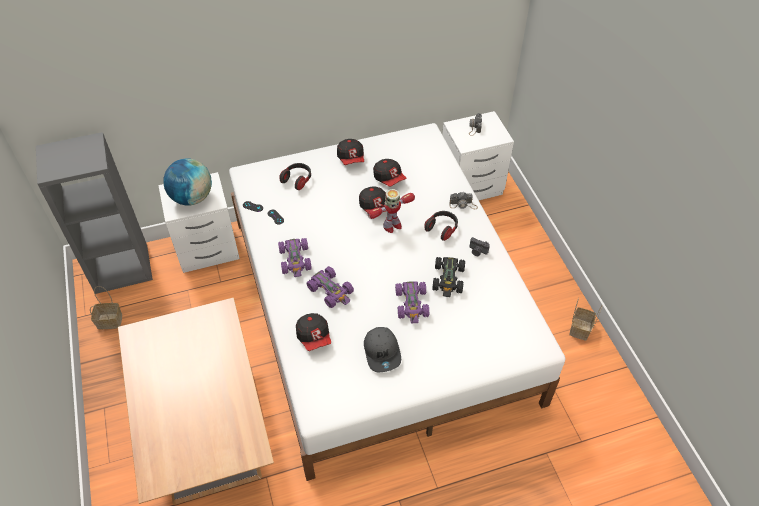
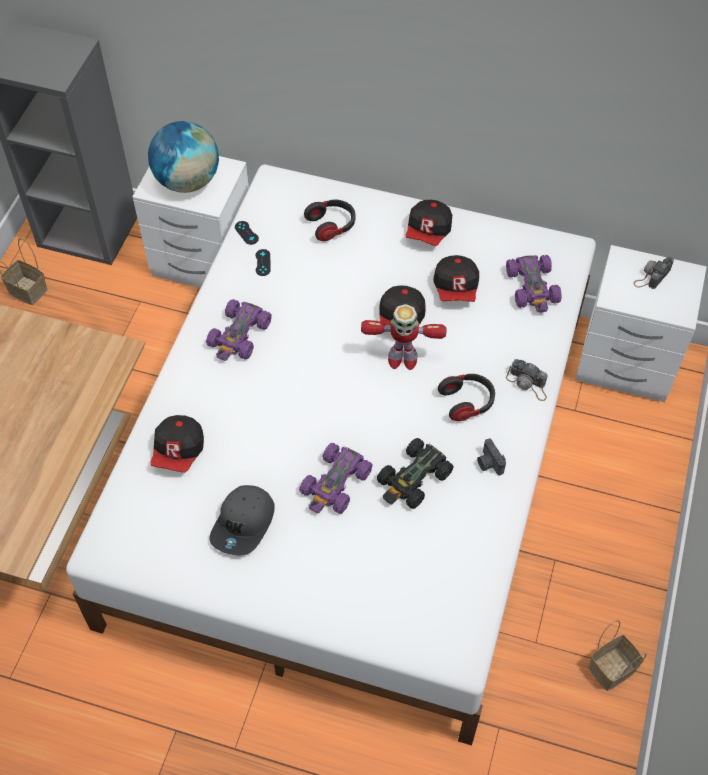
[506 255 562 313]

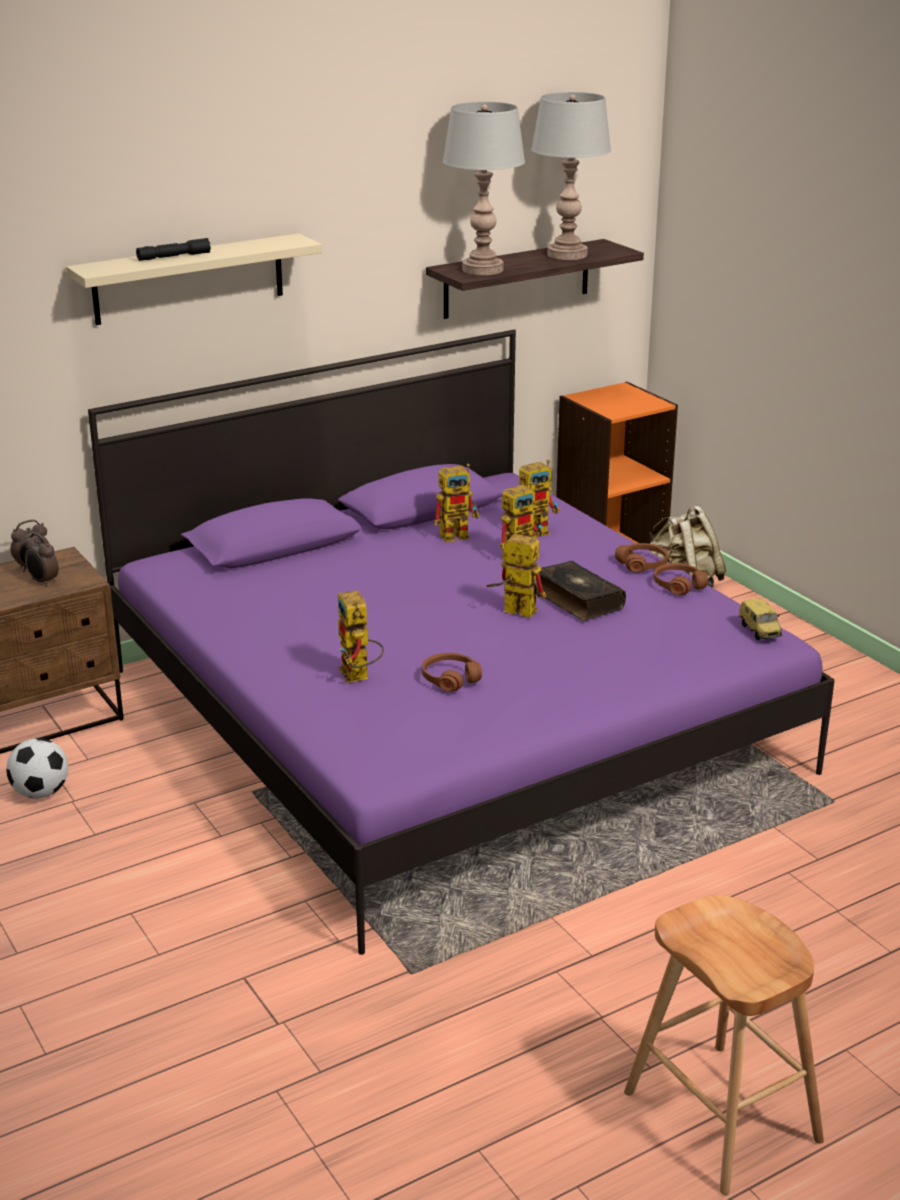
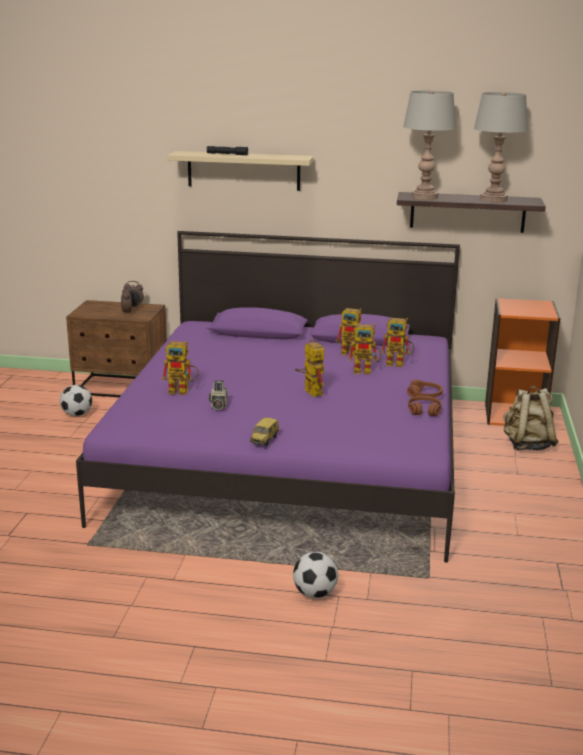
[162 341 199 395]
[209 380 227 410]
[536 561 626 621] (first image)
[624 895 824 1195] (first image)
[250 417 279 446]
[293 552 338 598]

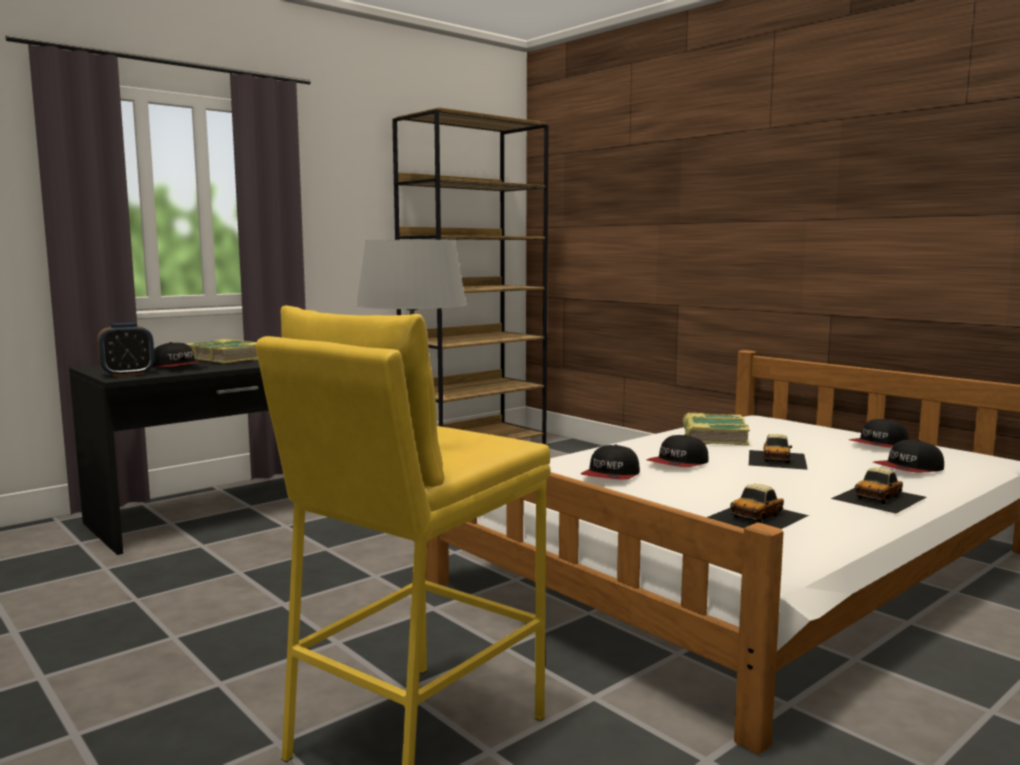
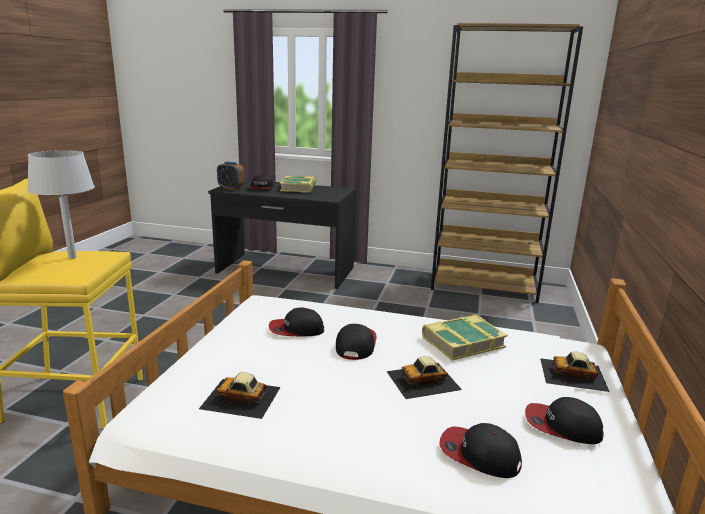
[336 324 376 360]
[540 351 609 392]

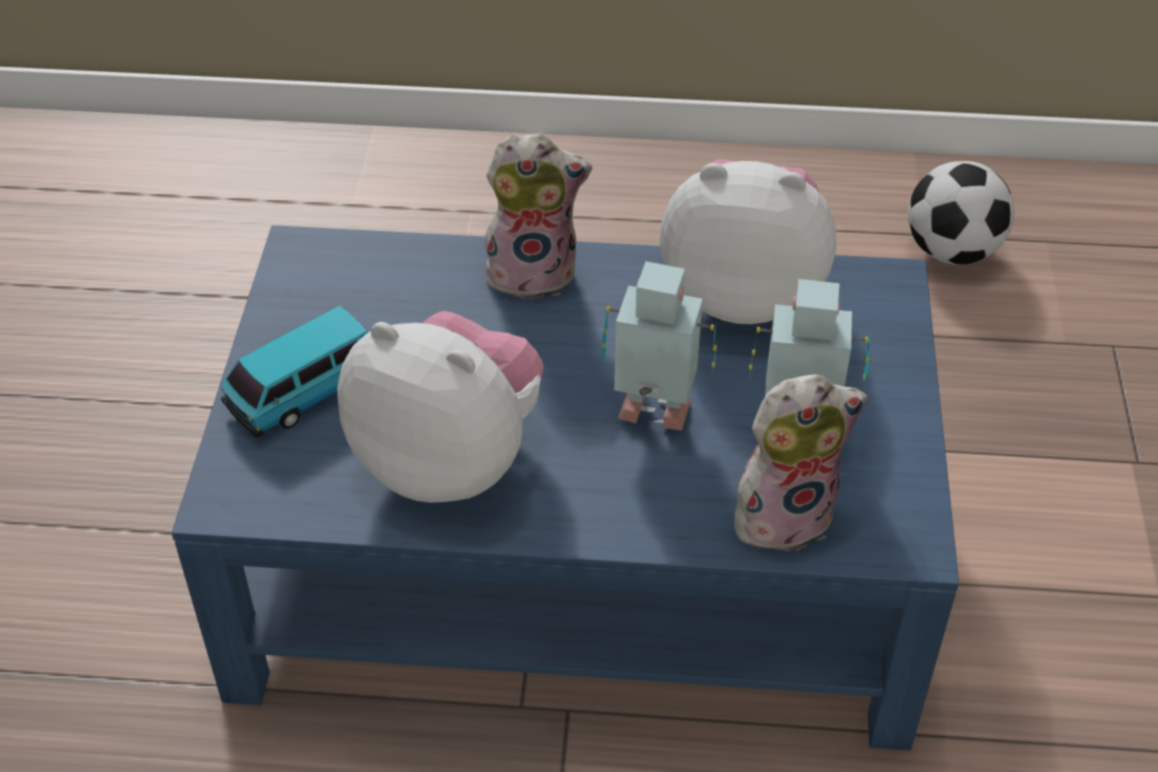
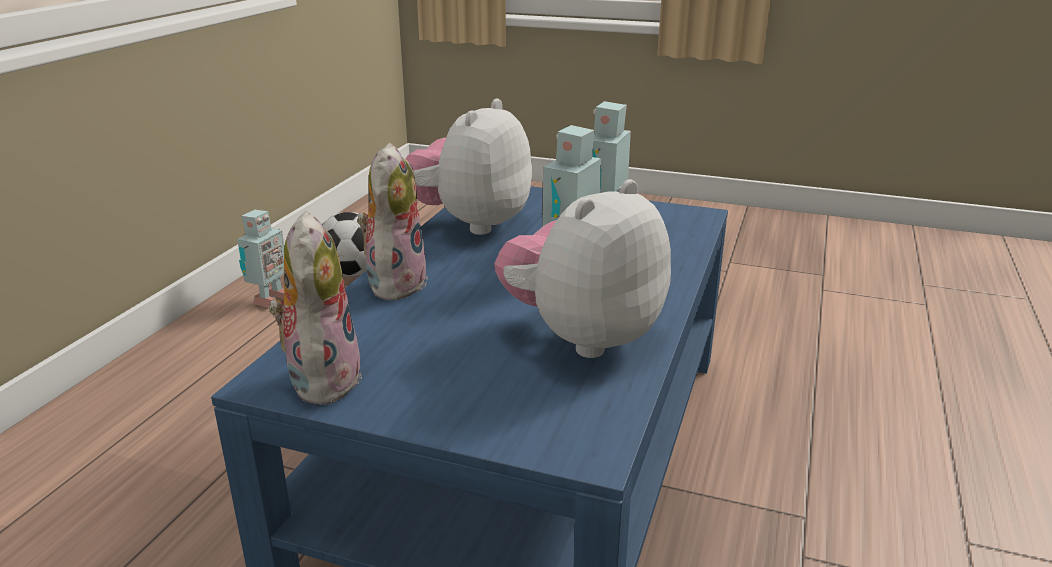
[220 306 368 438] (first image)
[269 211 362 405]
[237 210 285 308]

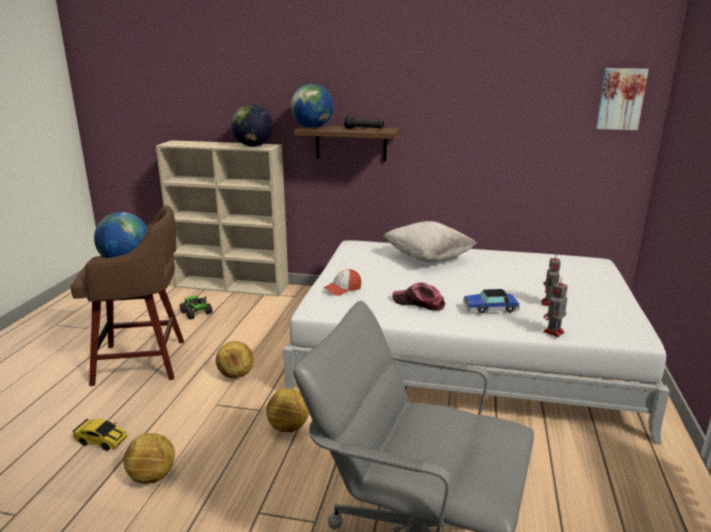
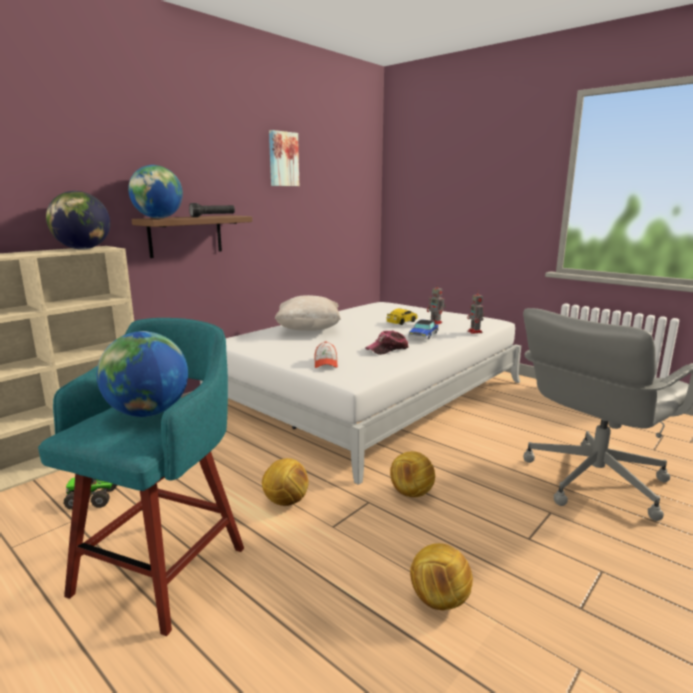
[38 318 244 636]
[386 308 418 325]
[269 130 299 186]

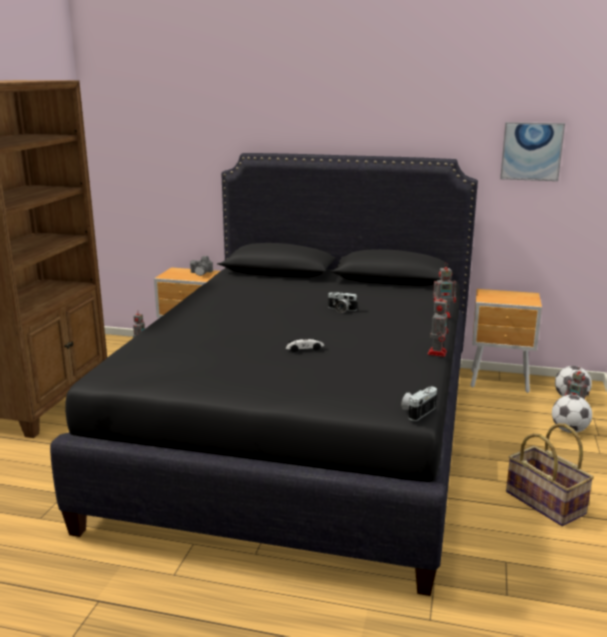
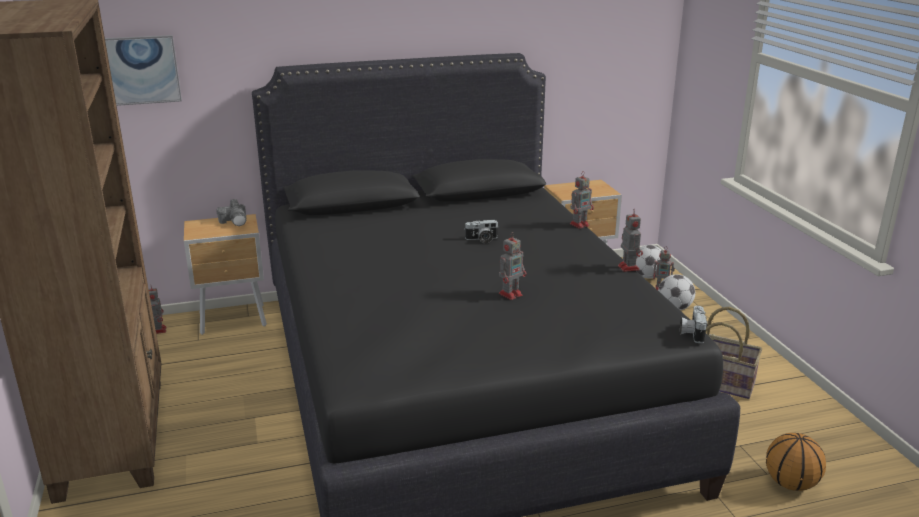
[499 233 527 300]
[105 35 182 106]
[766 433 826 491]

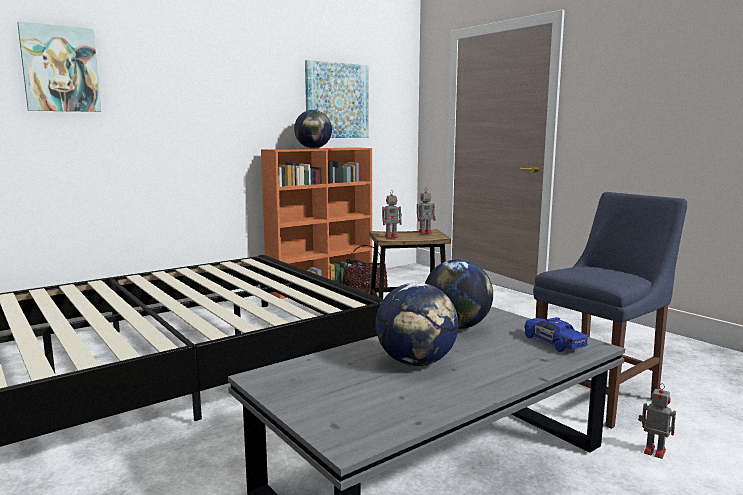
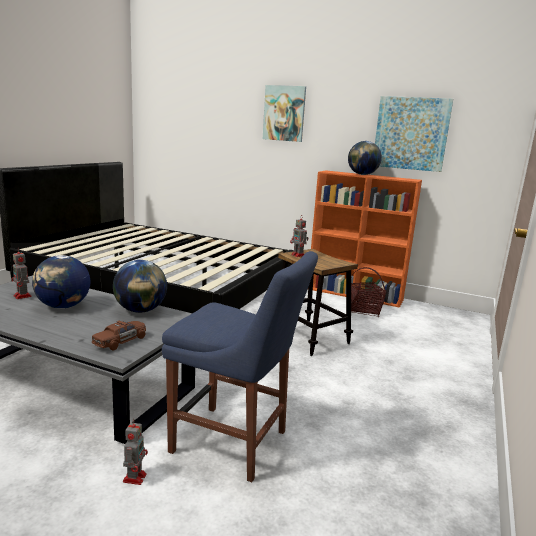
[263 85 306 142]
[11 248 32 299]
[92 321 146 350]

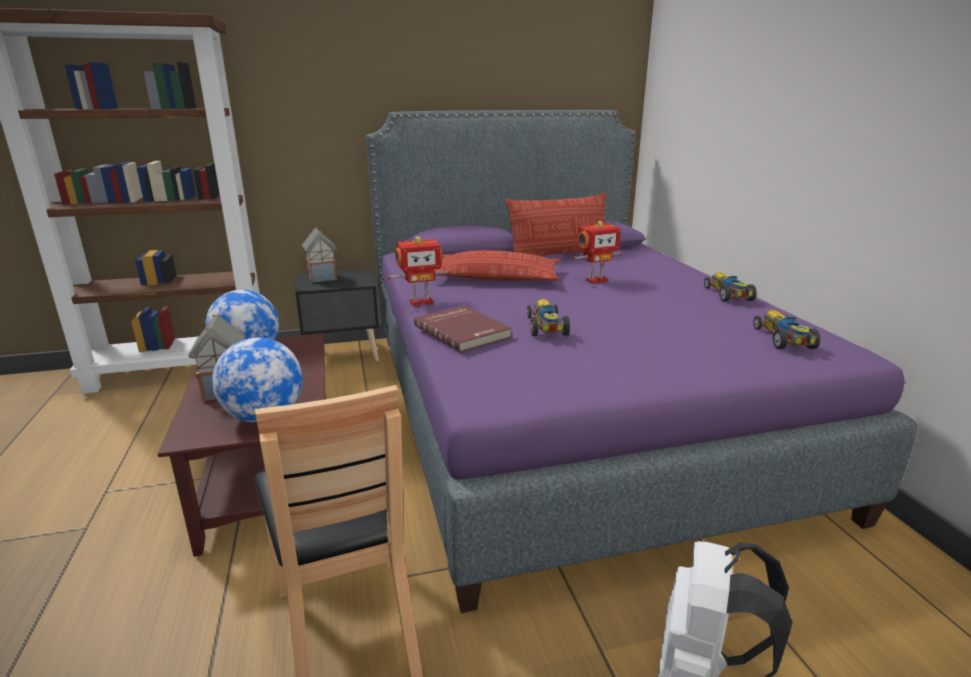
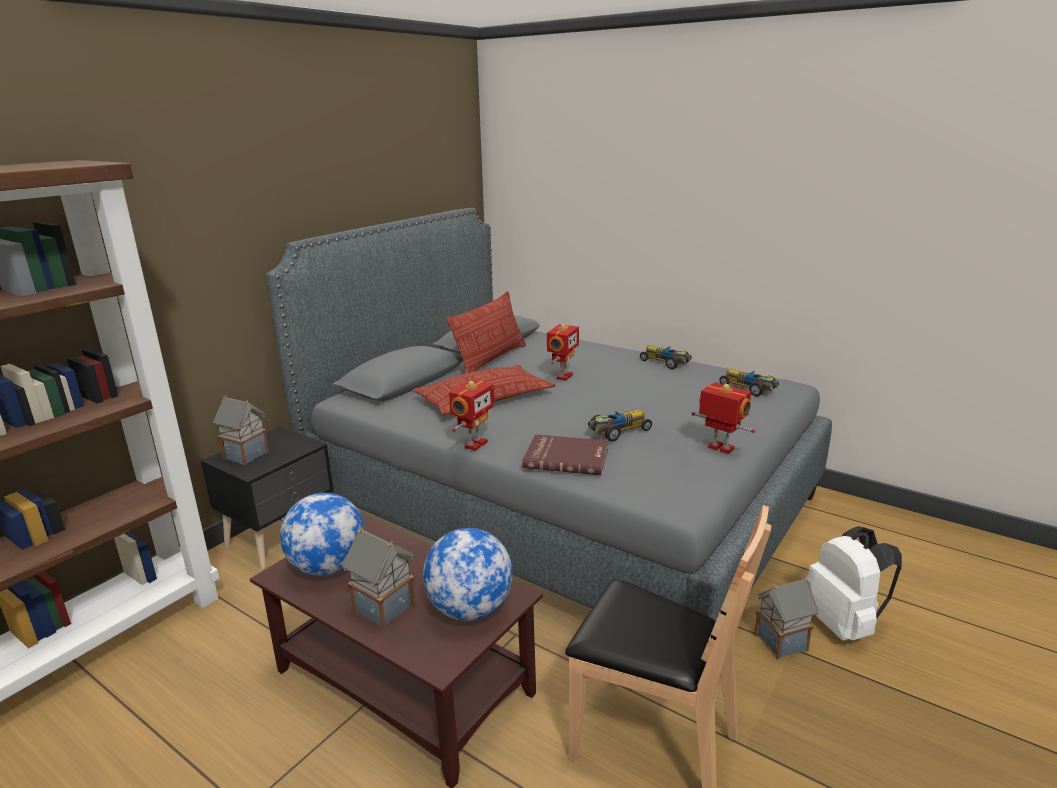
[266 208 832 621]
[588 410 652 442]
[692 382 755 454]
[754 577 819 659]

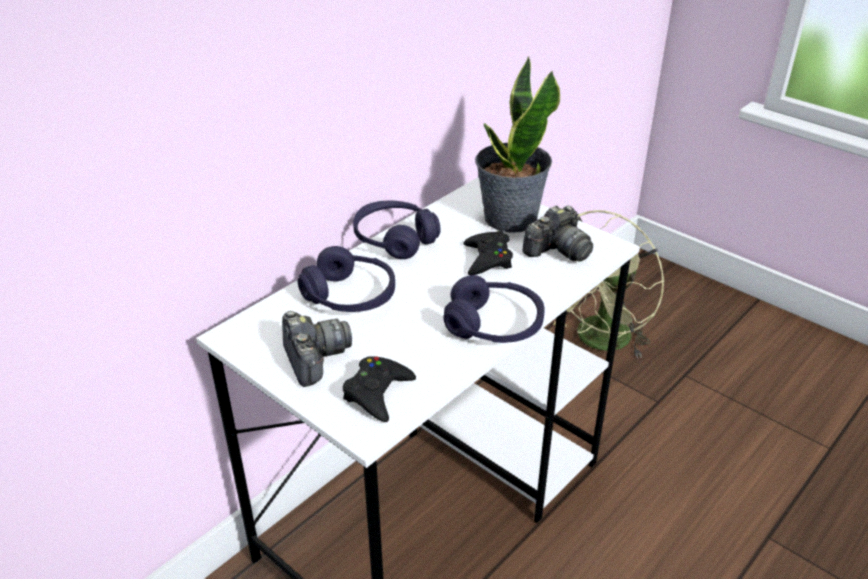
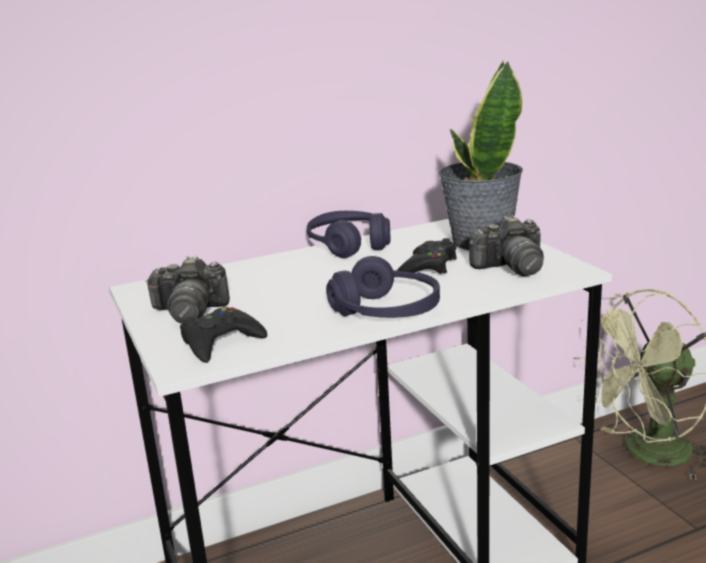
[145 256 230 323]
[298 246 395 312] (first image)

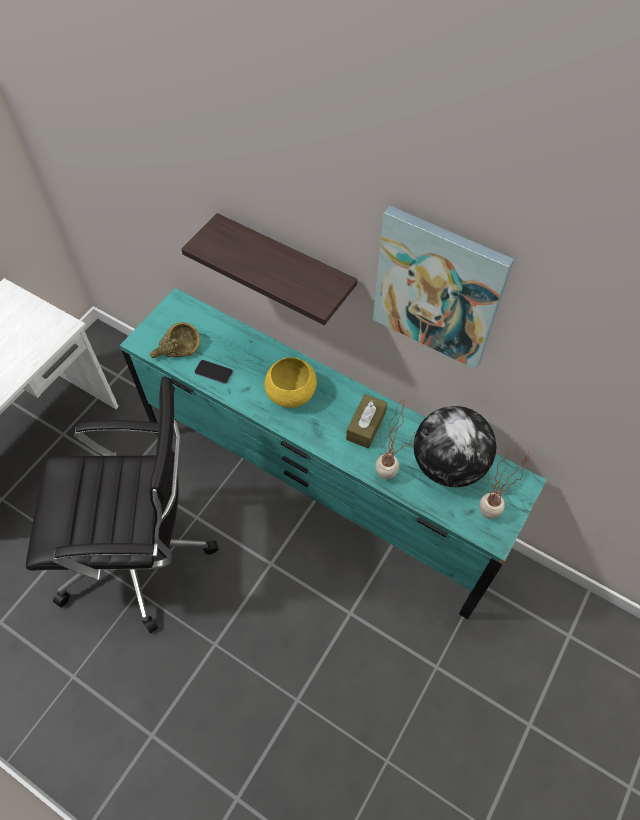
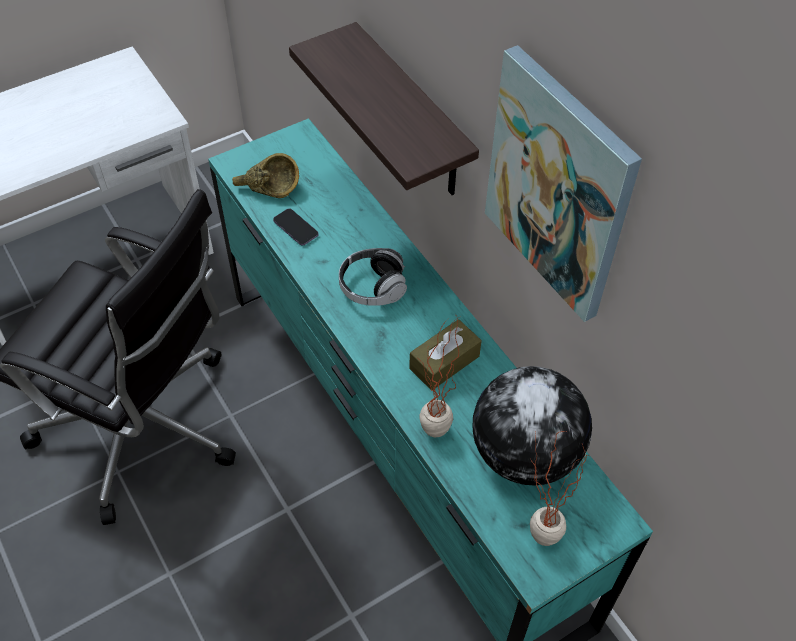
[339 248 407 306]

